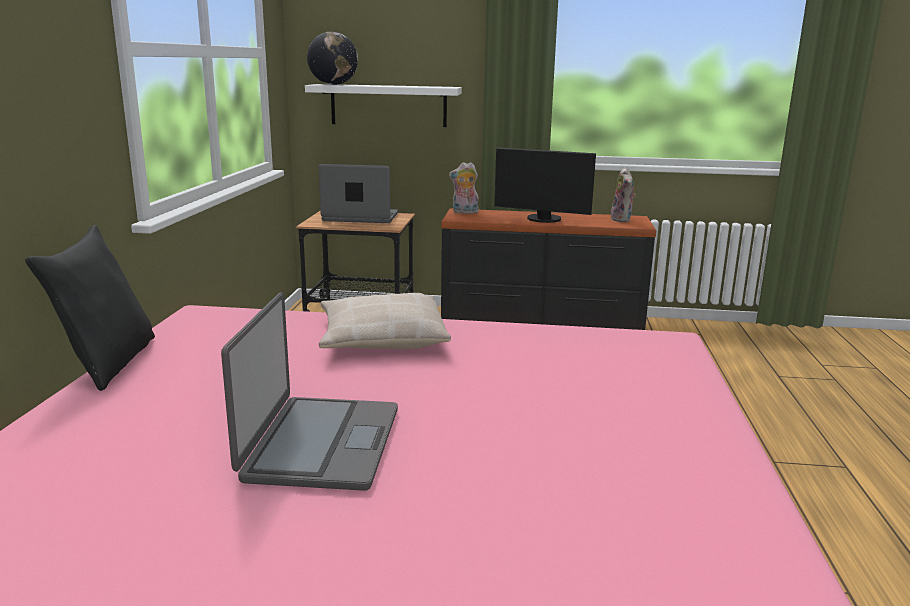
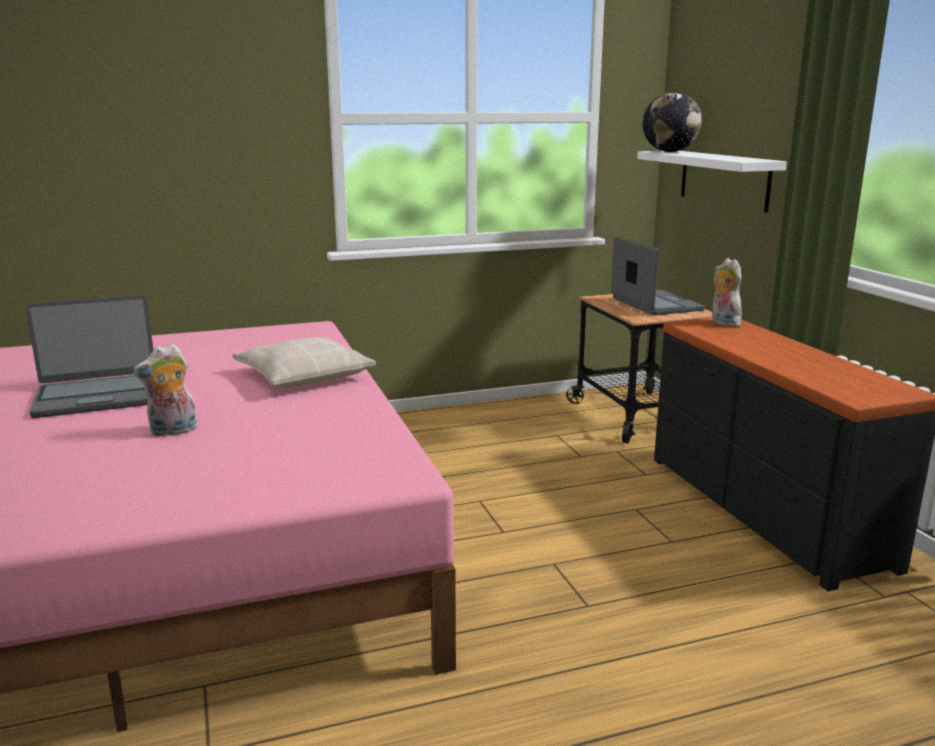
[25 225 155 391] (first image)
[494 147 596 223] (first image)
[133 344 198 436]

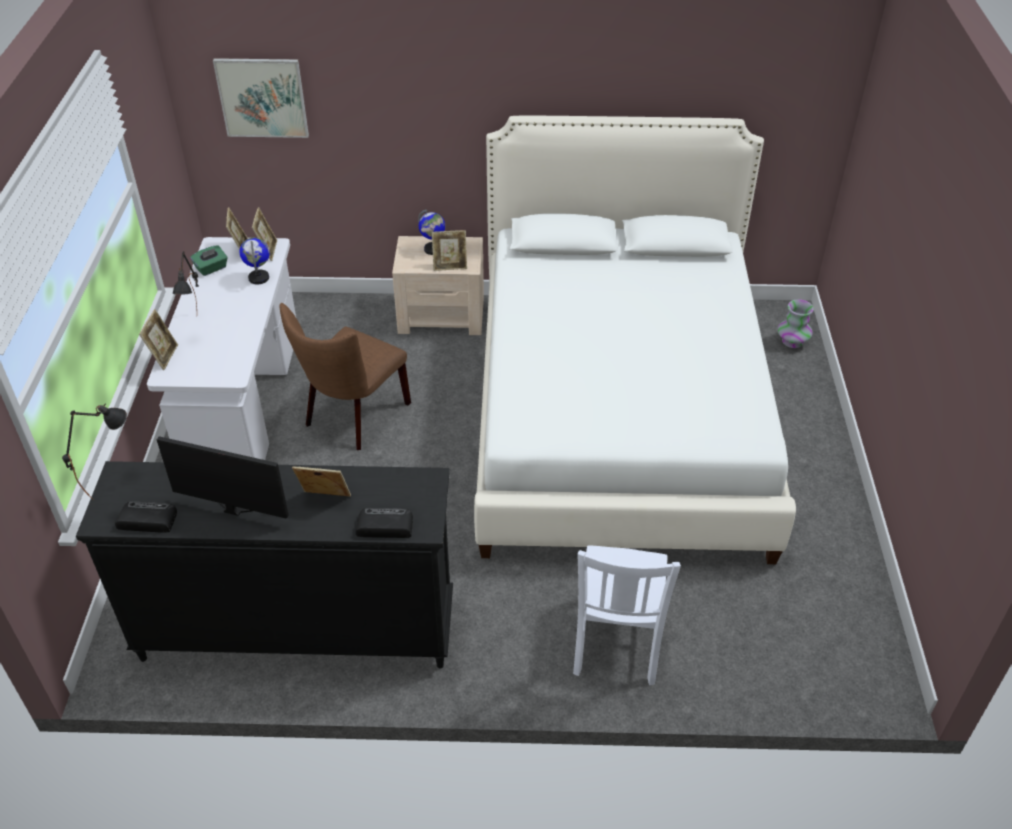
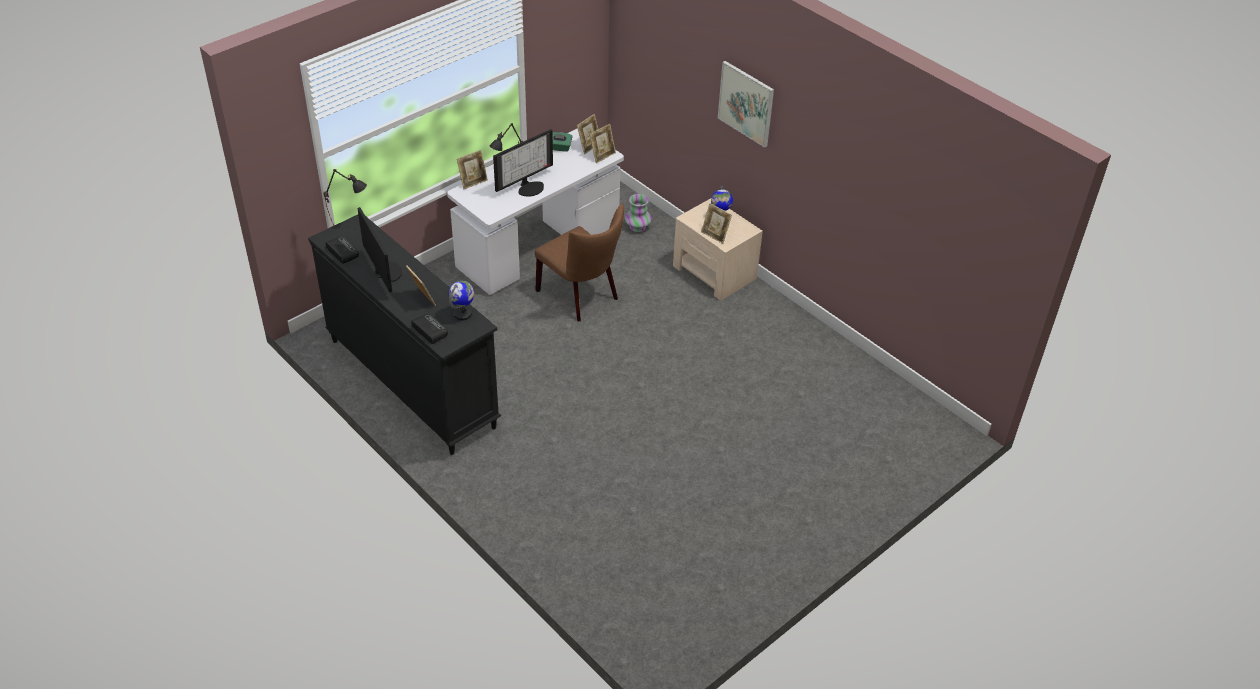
[718 61 774 148]
[448 281 475 320]
[535 204 624 321]
[474 116 796 564] (first image)
[573 545 681 685] (first image)
[625 194 652 232]
[493 129 553 197]

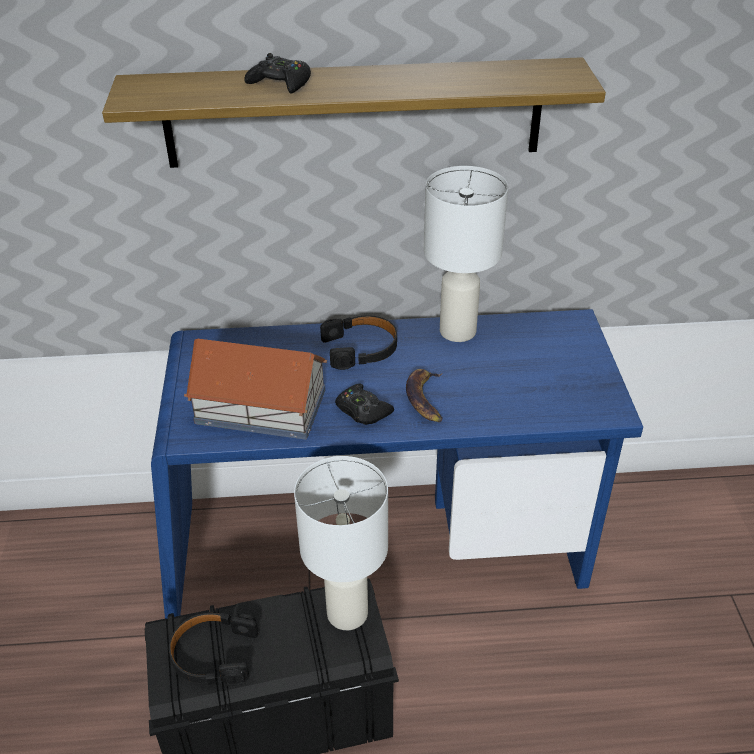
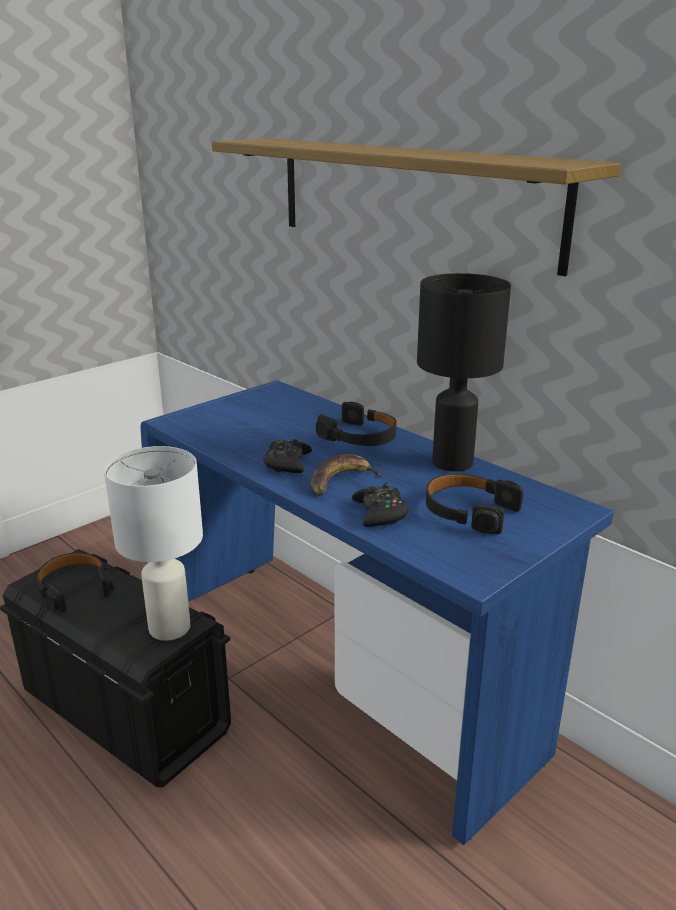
[184 339 327 440] (first image)
[352 482 409 527]
[417 273 511 471]
[426 474 523 534]

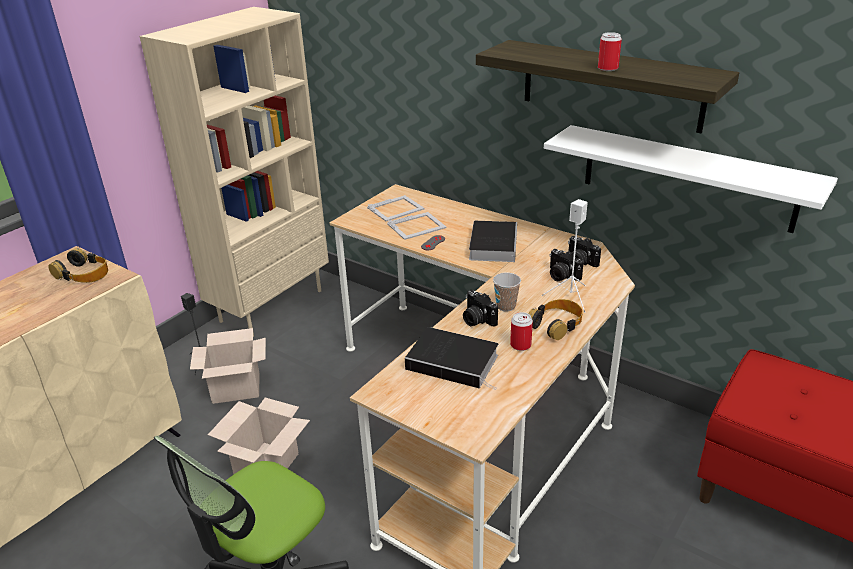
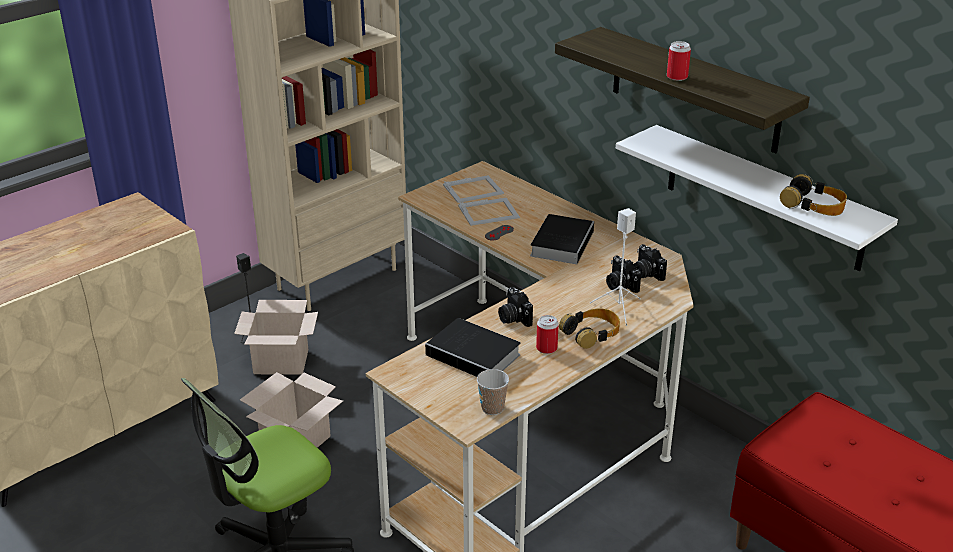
[780 174 847 216]
[477 369 509 415]

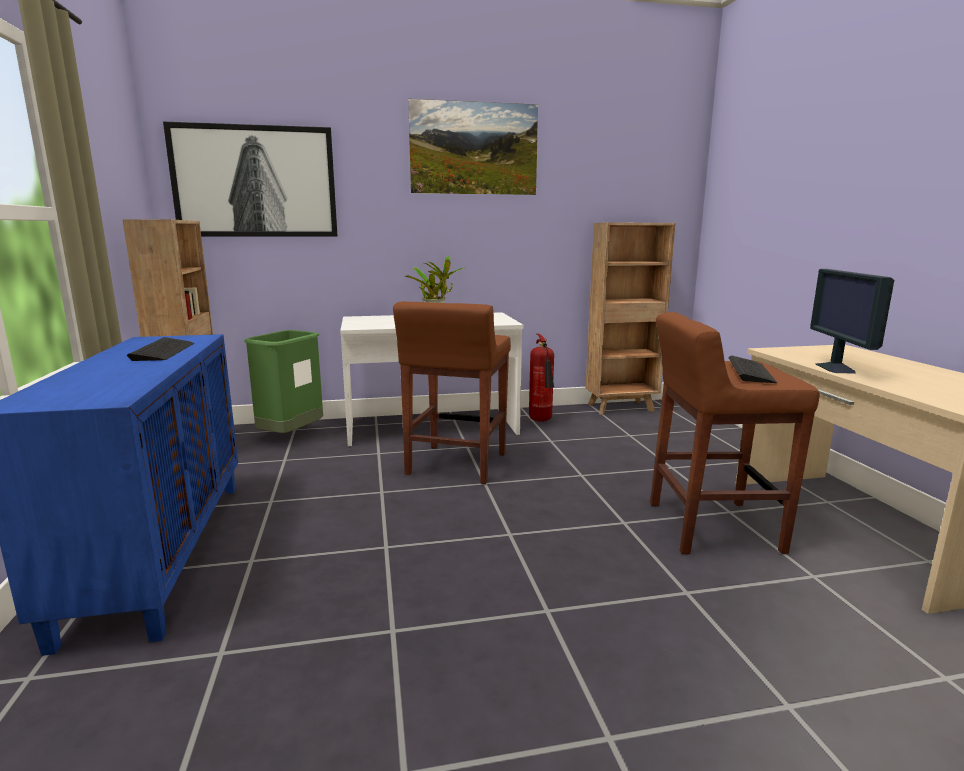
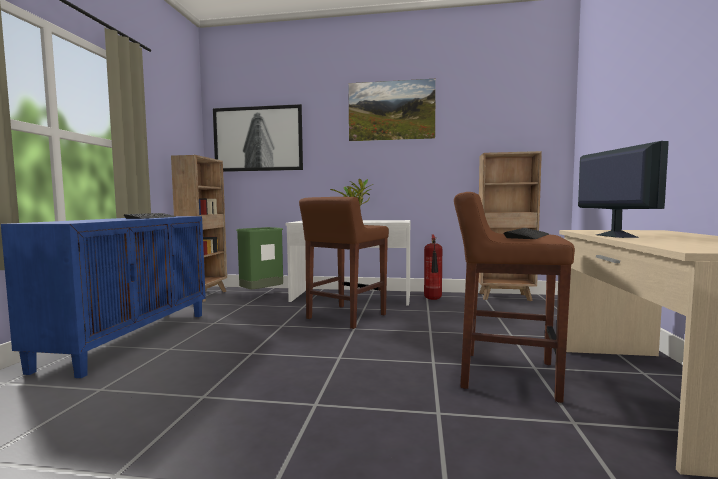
[578 141 669 238]

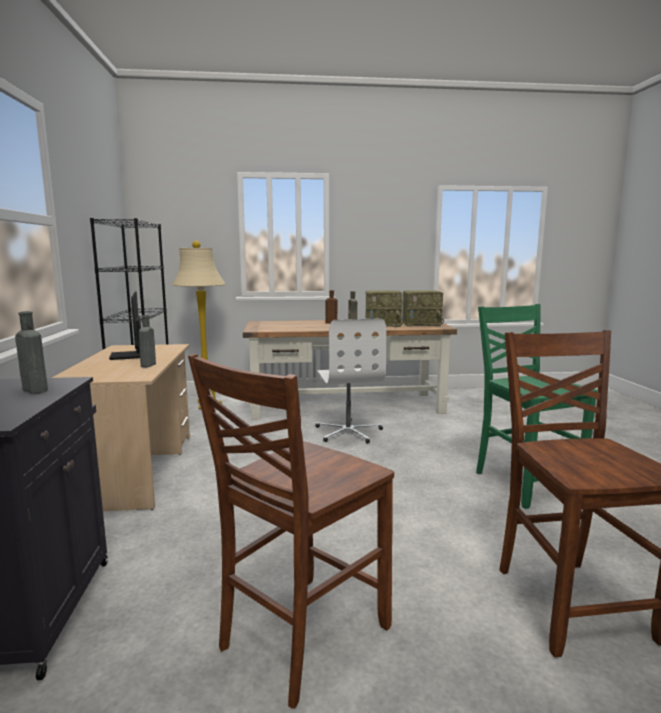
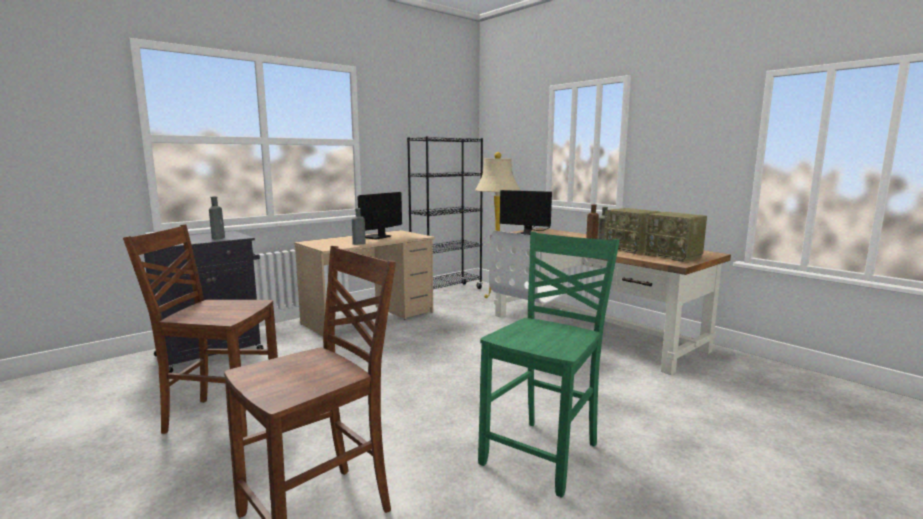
[500 190 552 235]

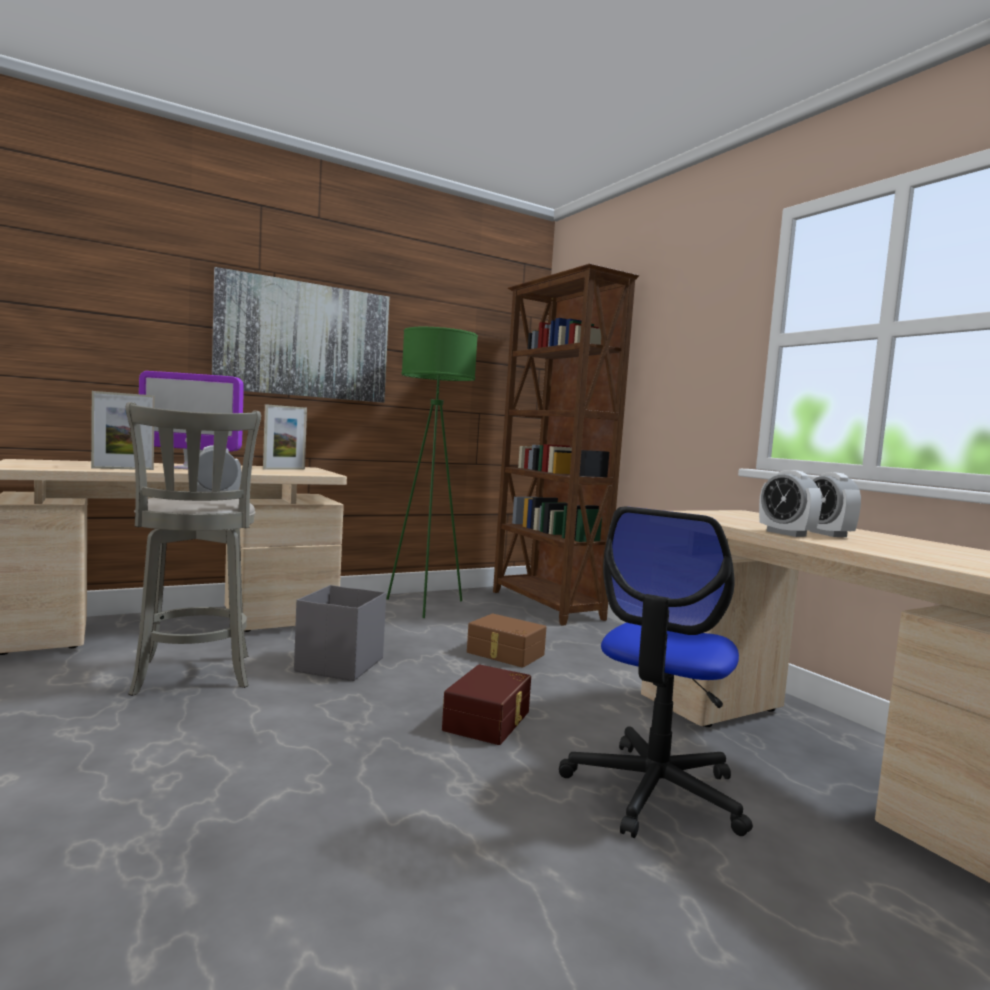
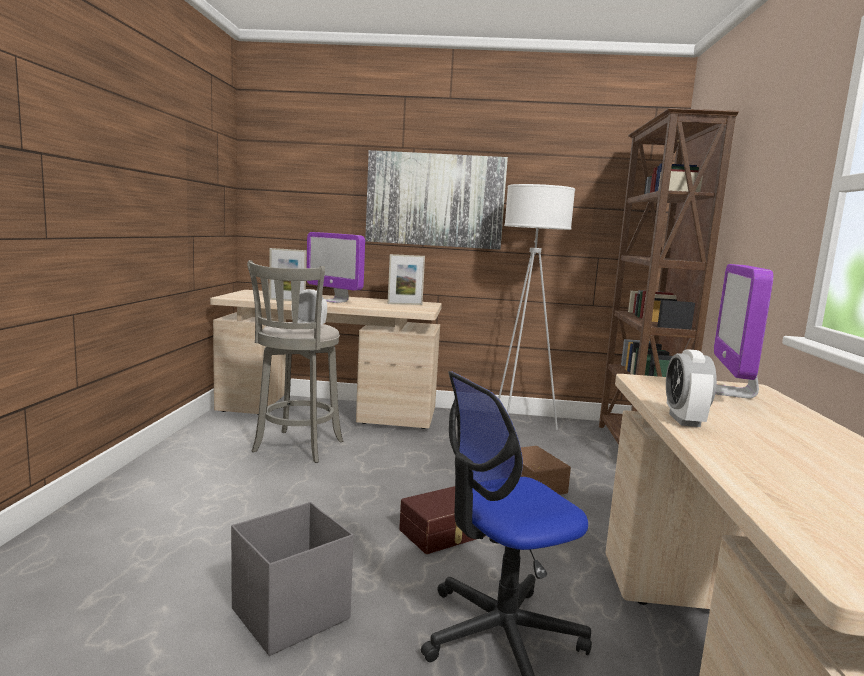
[231 502 354 656]
[498 184 575 430]
[810 472 861 537] (first image)
[714 264 773 398]

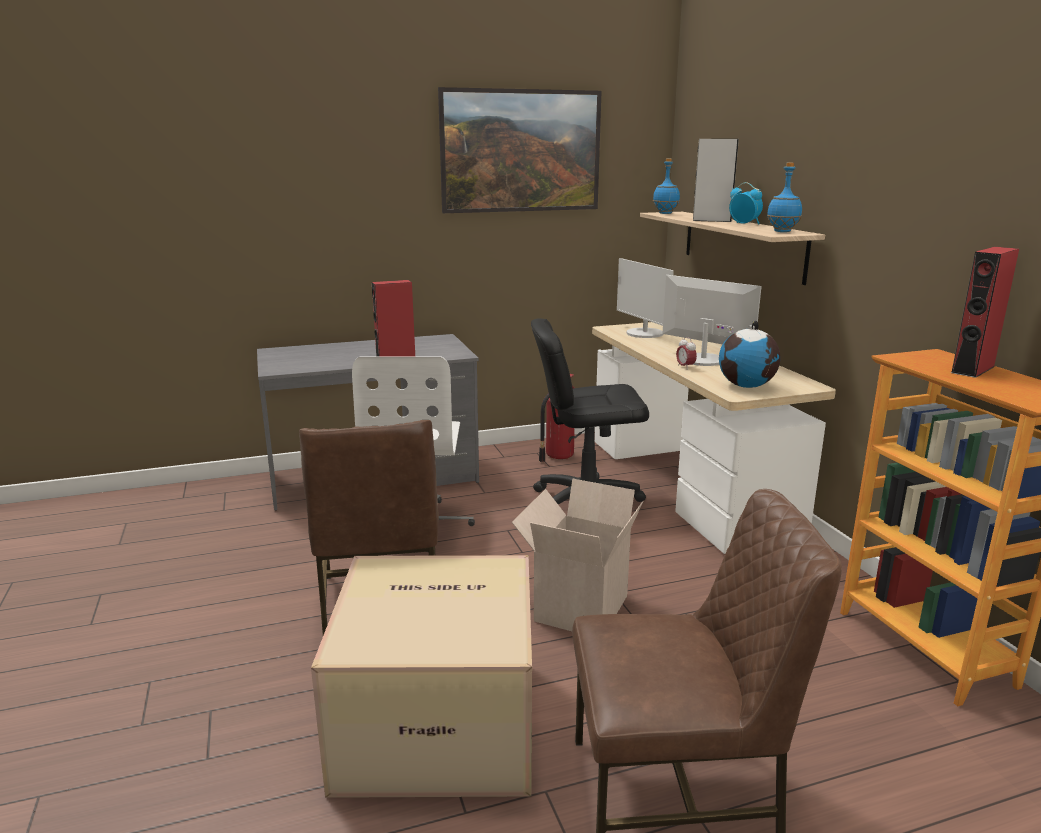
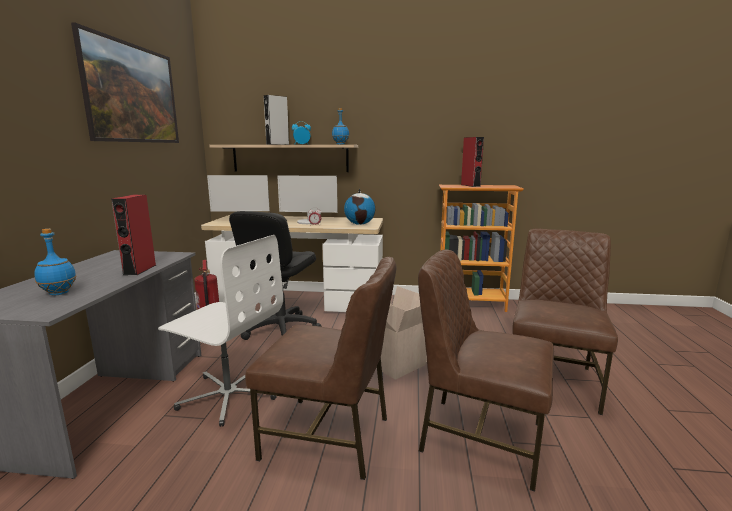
[418 250 554 492]
[34 229 76 295]
[277 175 338 224]

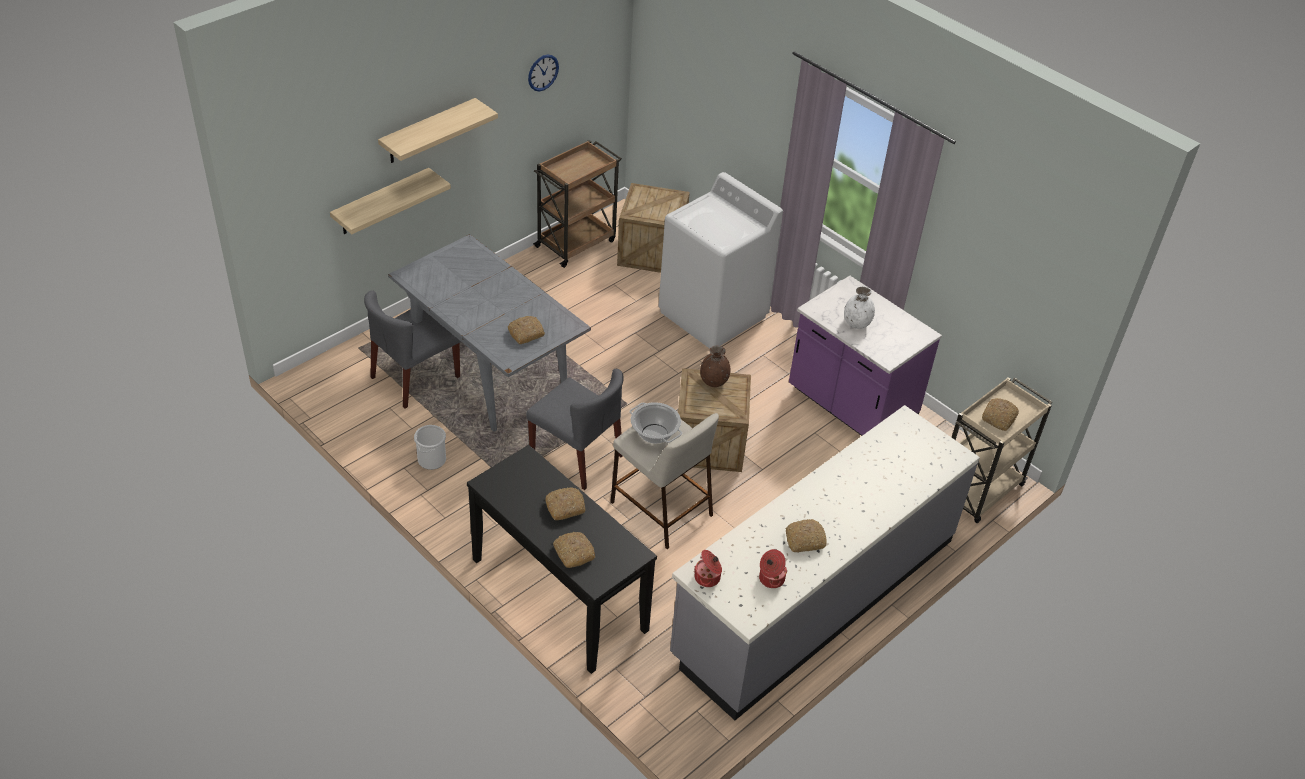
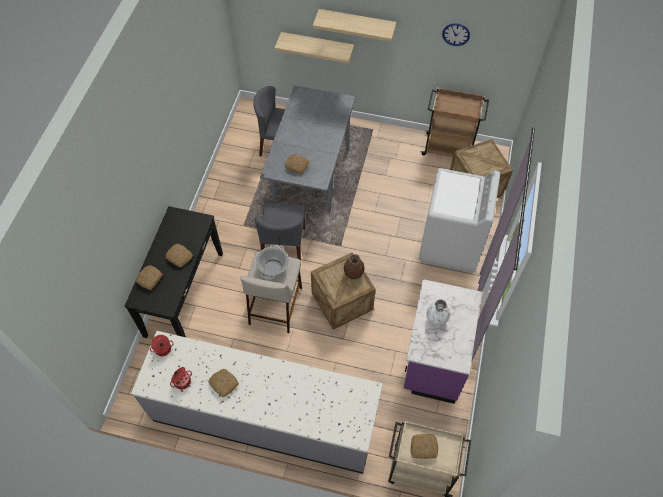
[414 425 446 470] (first image)

